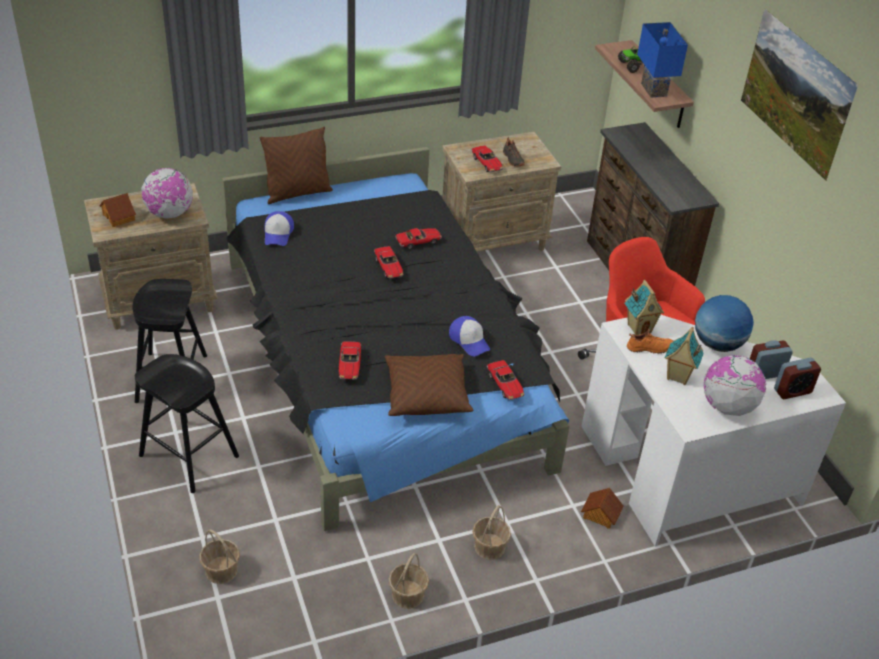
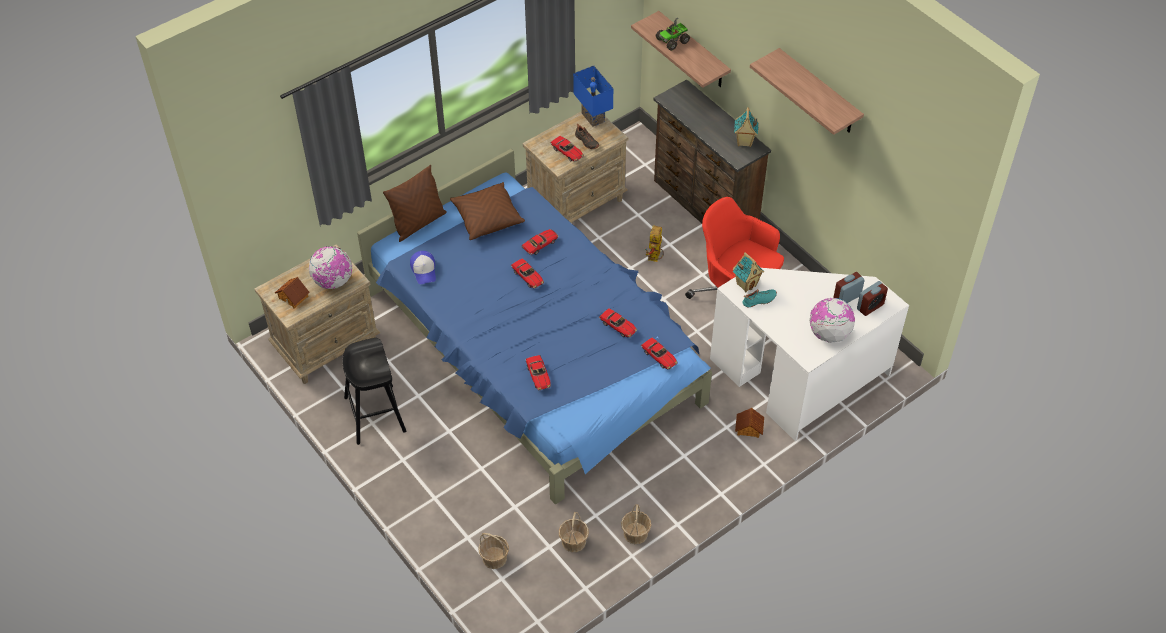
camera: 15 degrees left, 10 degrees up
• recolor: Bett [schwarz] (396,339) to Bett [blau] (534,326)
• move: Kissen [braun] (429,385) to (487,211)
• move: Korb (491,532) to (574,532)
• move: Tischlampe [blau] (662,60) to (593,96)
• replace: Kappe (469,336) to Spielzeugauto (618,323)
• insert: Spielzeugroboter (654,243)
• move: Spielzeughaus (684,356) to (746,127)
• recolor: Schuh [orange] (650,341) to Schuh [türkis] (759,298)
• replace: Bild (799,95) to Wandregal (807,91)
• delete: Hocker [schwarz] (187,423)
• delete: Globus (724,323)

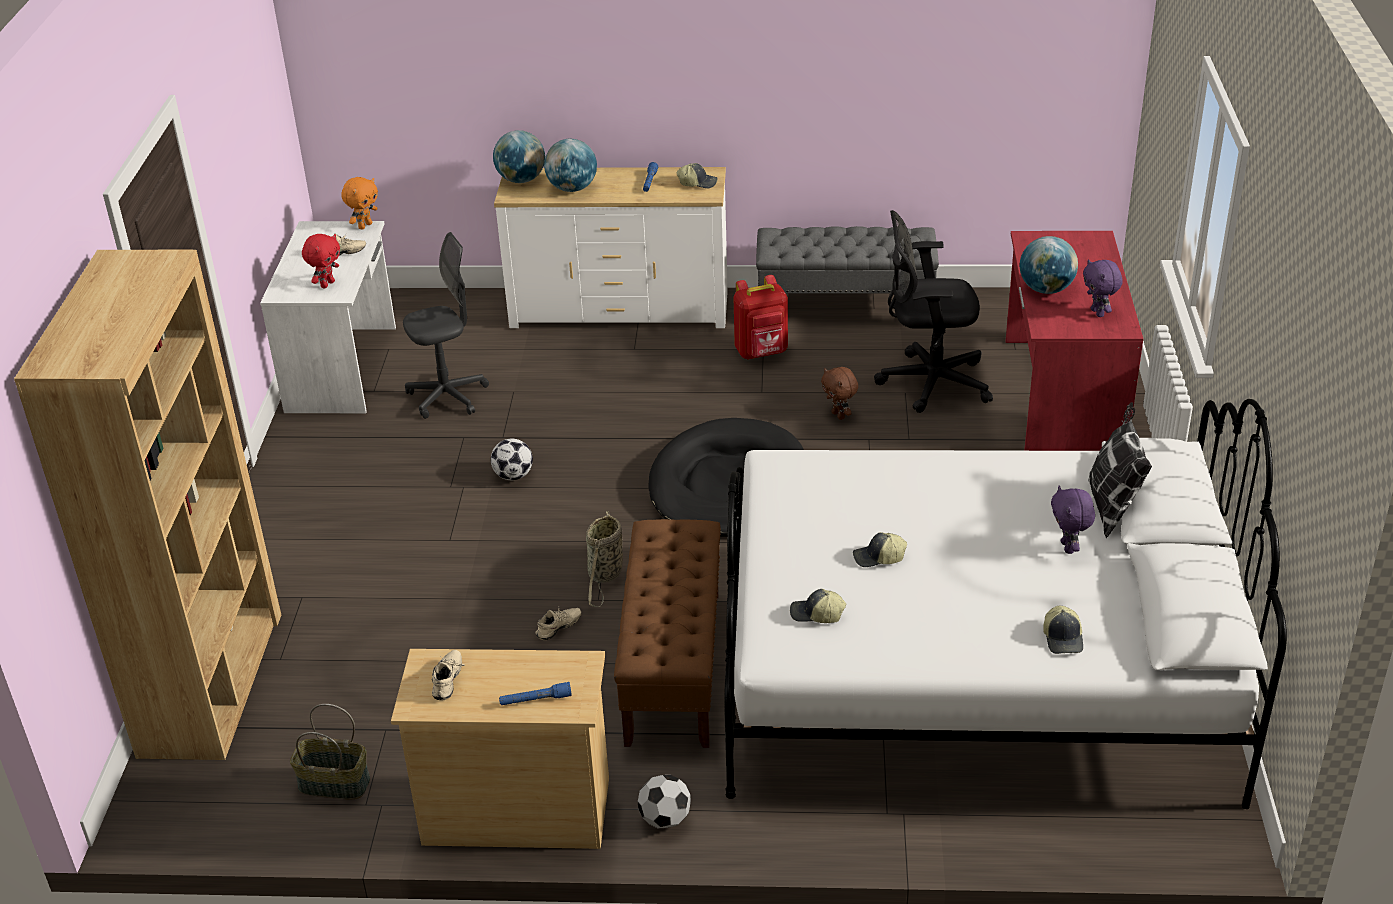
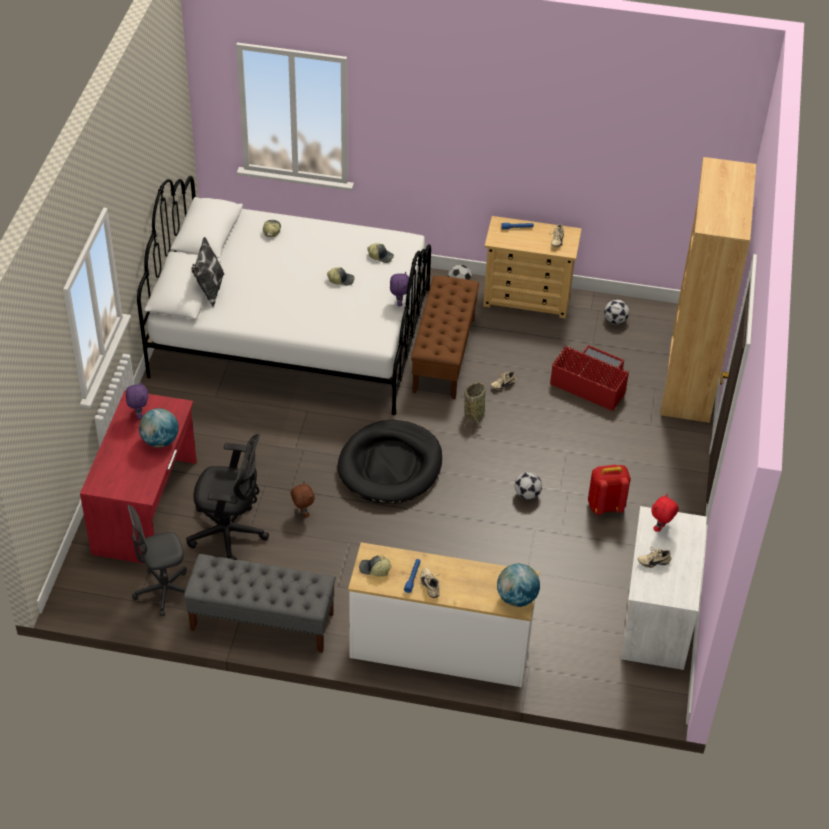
camera: 175 degrees left, 10 degrees up
• move: Bürostuhl [grau] (446,325) to (157,560)
• move: Plüschtier [lila] (1073,520) to (399,288)
• insert: Schuh [beige] (430,583)
• insert: Aufbewahrungsbox [rot] (589,378)
• move: Rucksack [rot] (761,317) to (609,489)
• replace: Korb (330,752) to Fußball (616,312)
• delete: Plüschtier [orange] (359,203)
• delete: Globus (570,165)

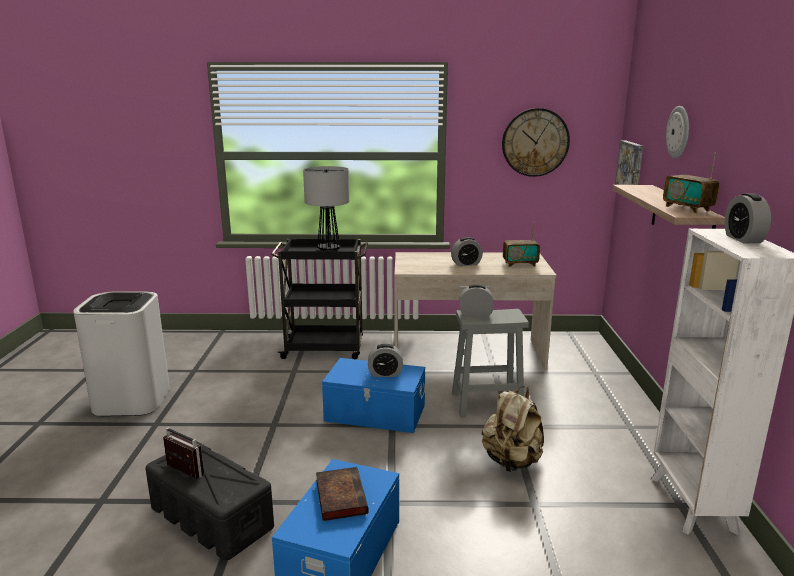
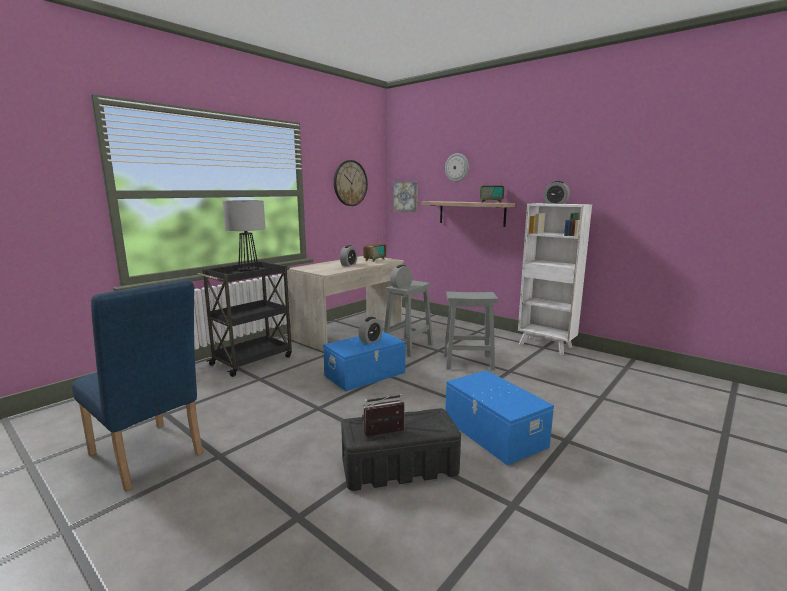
camera: 50 degrees left, 5 degrees down
• replace: Mülleimer [weiß] (121,353) to Stuhl [blau] (137,385)
• replace: Rucksack [beige] (513,429) to Hocker [grau] (471,331)
• delete: Buch (342,494)

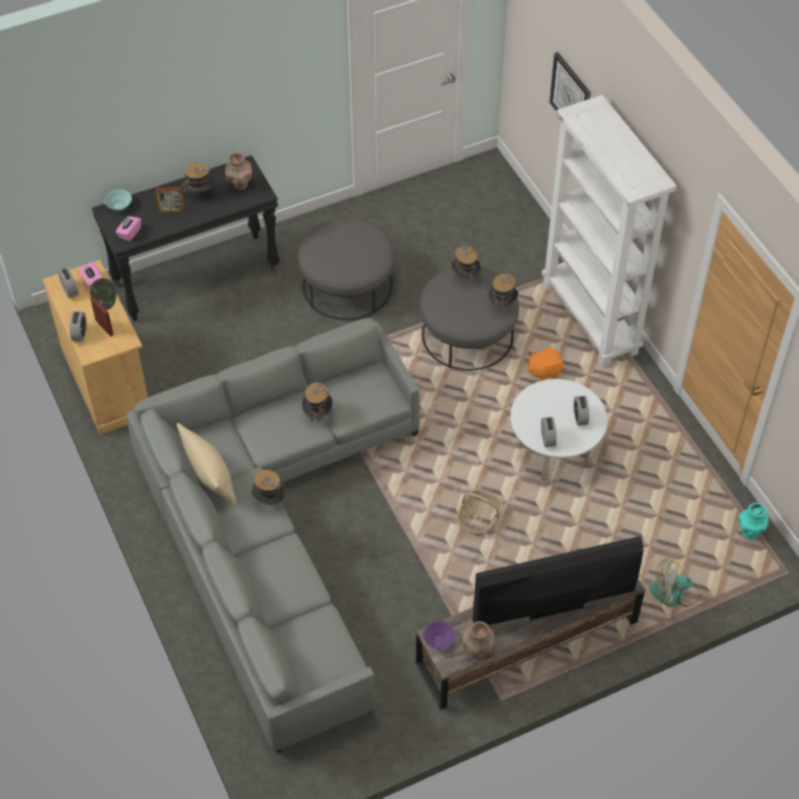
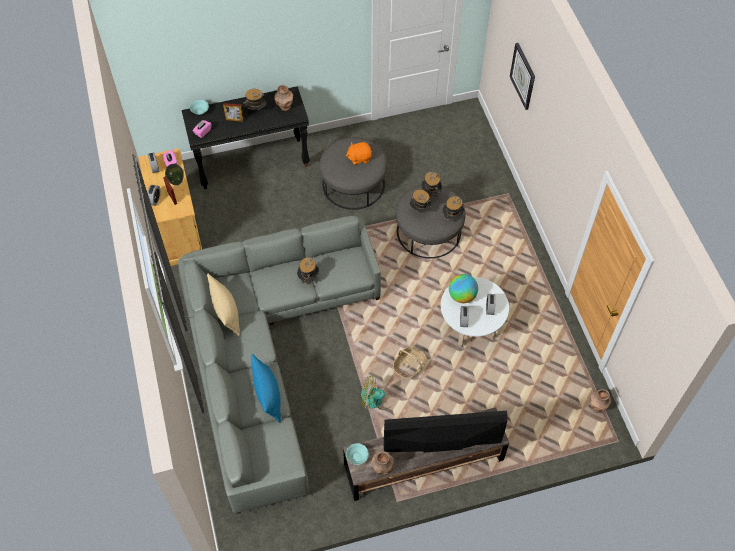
camera: 10 degrees right, 5 degrees up
• insert: Kissen [blau] (266,388)
• move: Plüschtier [orange] (545,364) to (359,153)
• recolor: Schüssel [lila] (439,635) to Schüssel [türkis] (357,454)
• move: Ventilator (675,582) to (377,392)
• move: Hut (268,487) to (420,201)
• insert: Globus (463,288)
• recolor: Vase [türkis] (754,521) to Vase [braun] (600,401)
• delete: Bücherregal [weiß] (609,231)

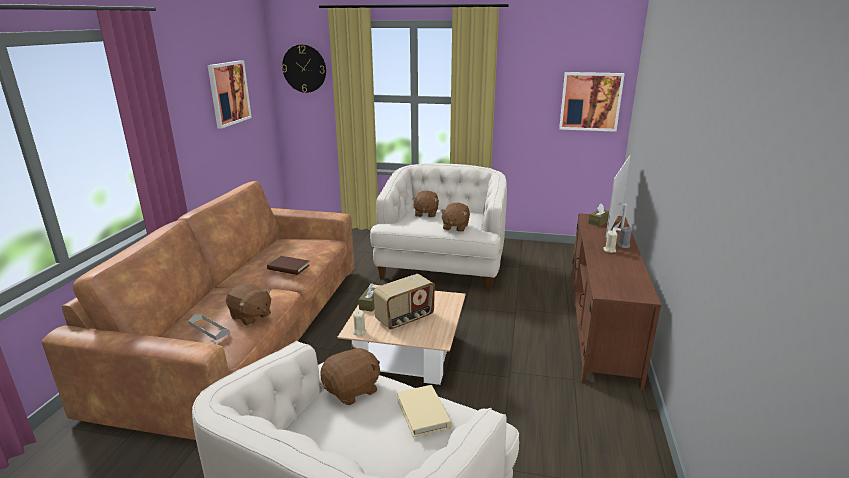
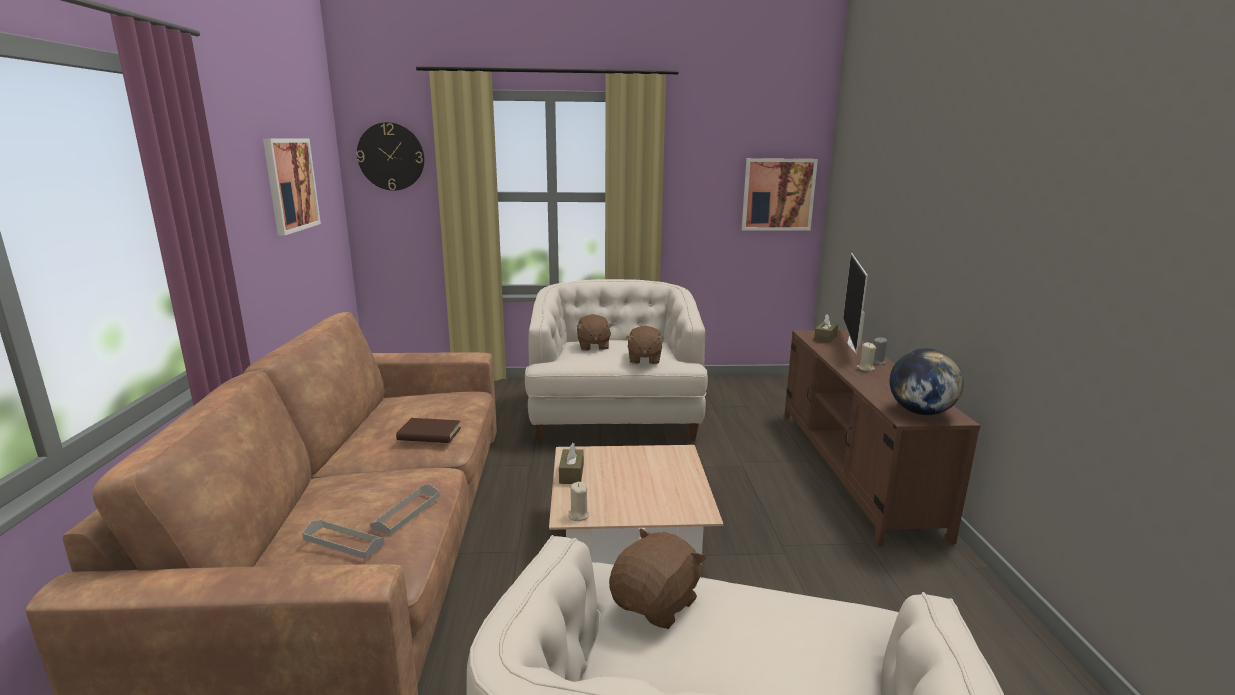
camera: 15 degrees left, 5 degrees down
• replace: Plüschtier [braun] (248,305) to Tablett [grau] (405,510)
• insert: Globus (927,381)
• delete: Radio (404,302)
• delete: Buch [beige] (424,411)

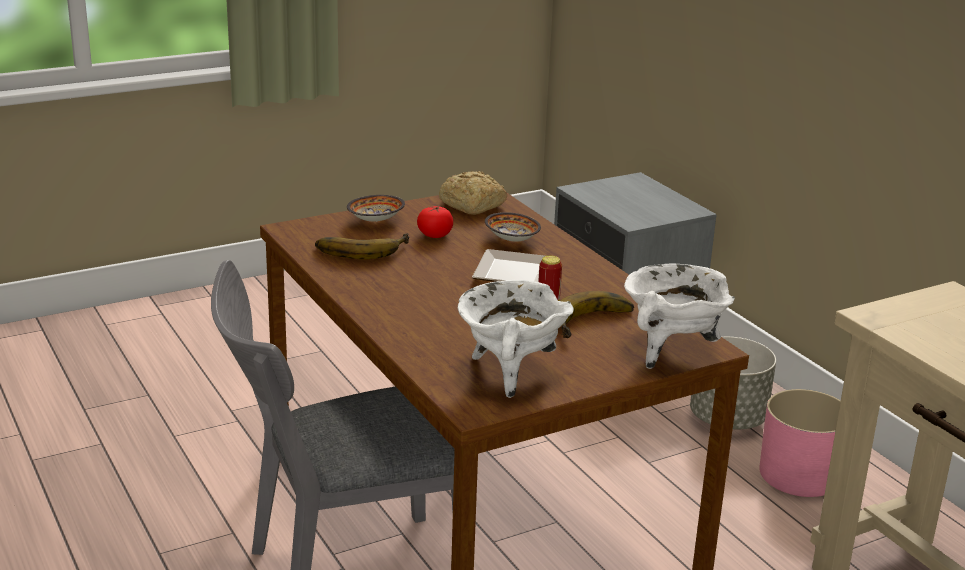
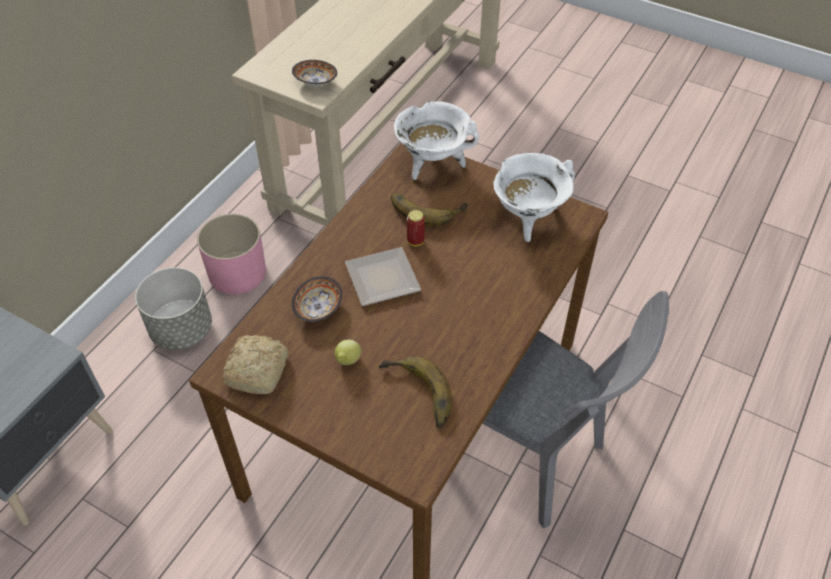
camera: 120 degrees left, 25 degrees up
• move: Schüssel (376,208) to (314,73)
• replace: Tomate (435,222) to Zitrone (348,352)

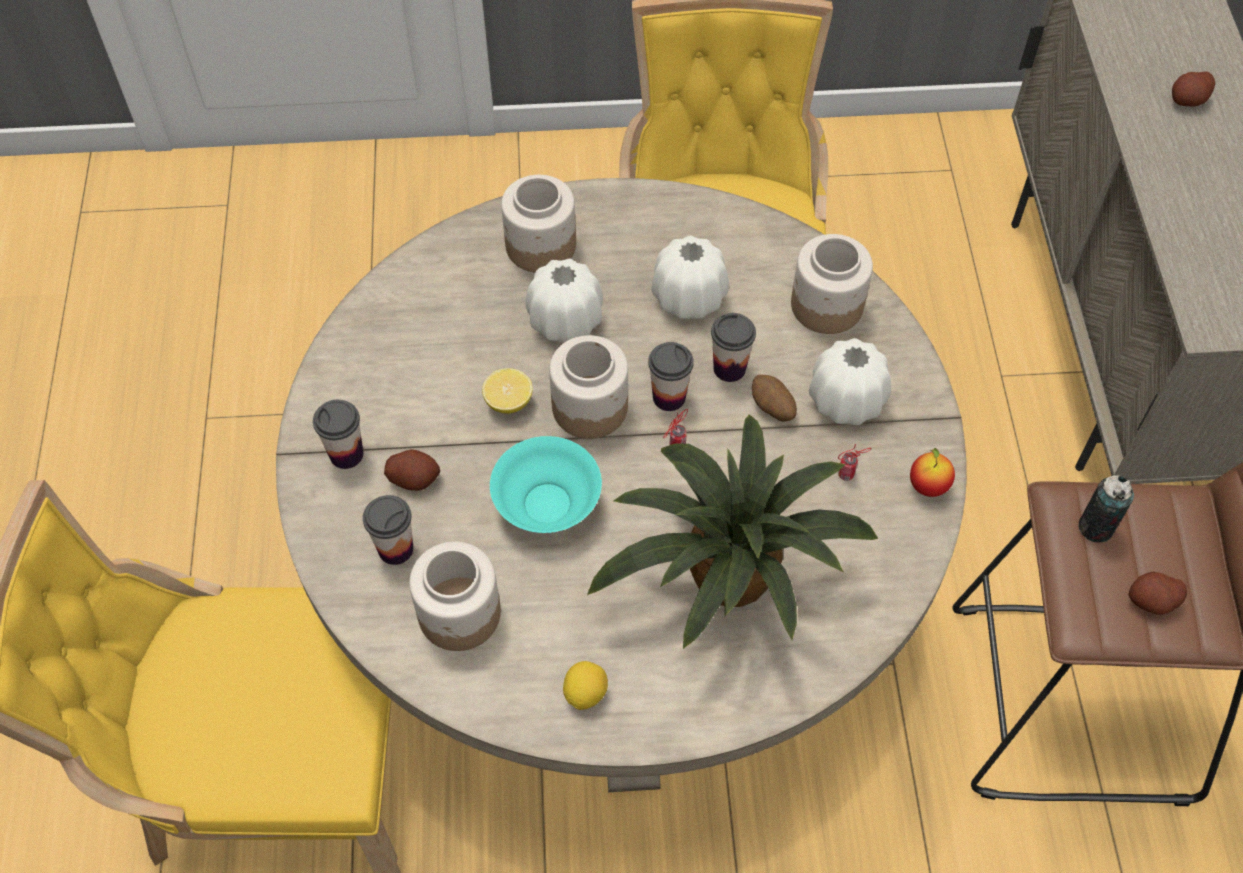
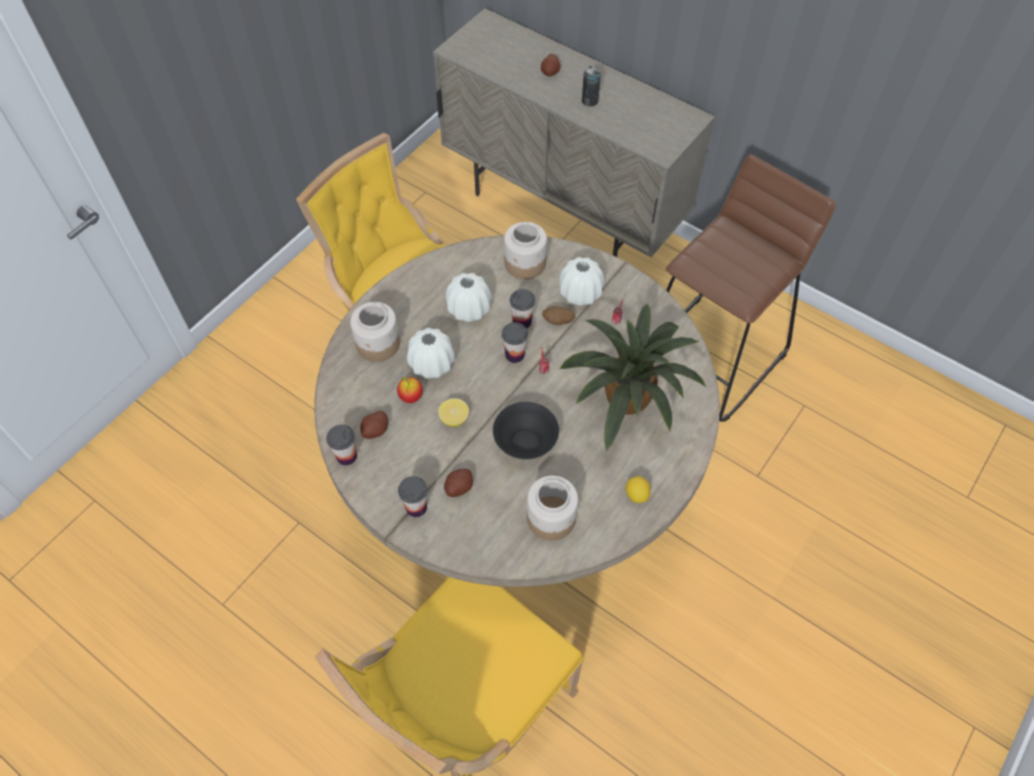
camera: 50 degrees left, 0 degrees up
• move: Tasse (388,530) to (341,445)
• move: Kartoffel (1158,593) to (374,425)
• move: Apfel (932,472) to (410,390)
• recolor: Schüssel [türkis] (546,484) to Schüssel [schwarz] (526,430)
• move: Dose (1106,509) to (591,86)
• delete: Vorratsglas (588,387)

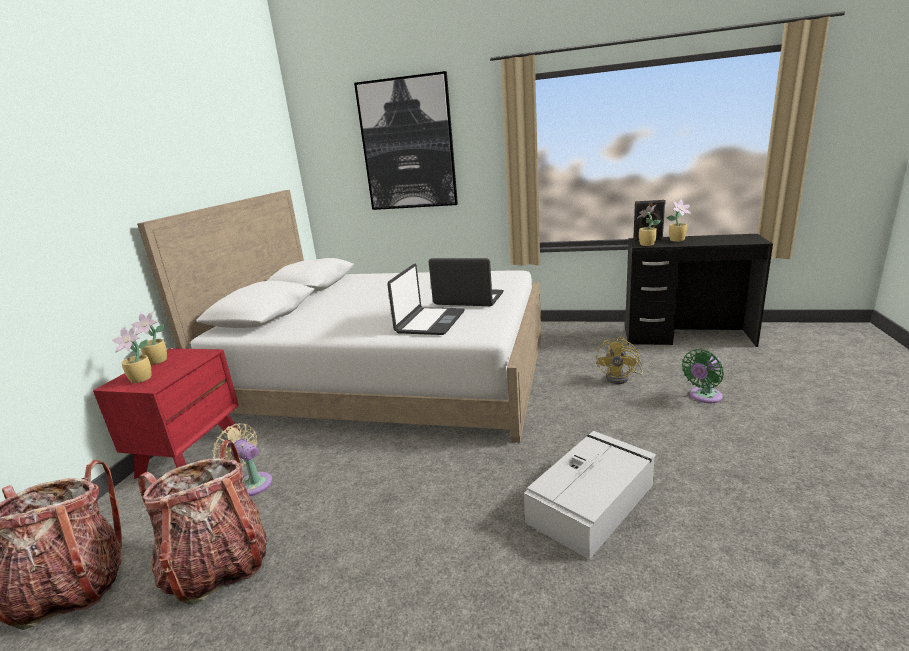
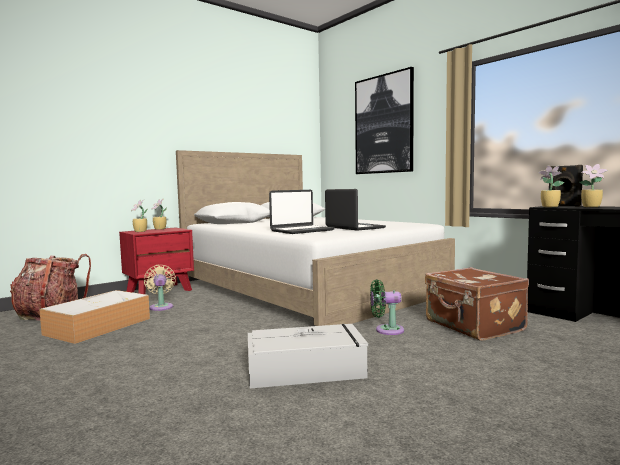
camera: 35 degrees right, 15 degrees down
• replace: Rucksack (203,522) to Aufbewahrungsbox (94,317)
• move: Ventilator [grün] (703,376) to (387,307)
• replace: Ventilator [gelb] (619,360) to Koffer [braun] (477,304)

